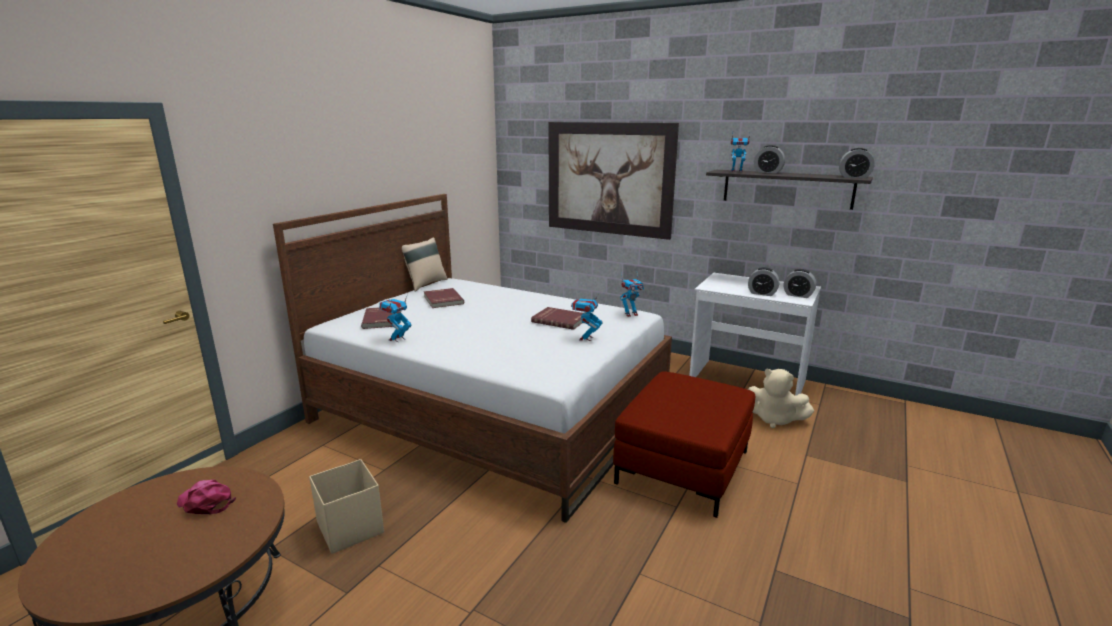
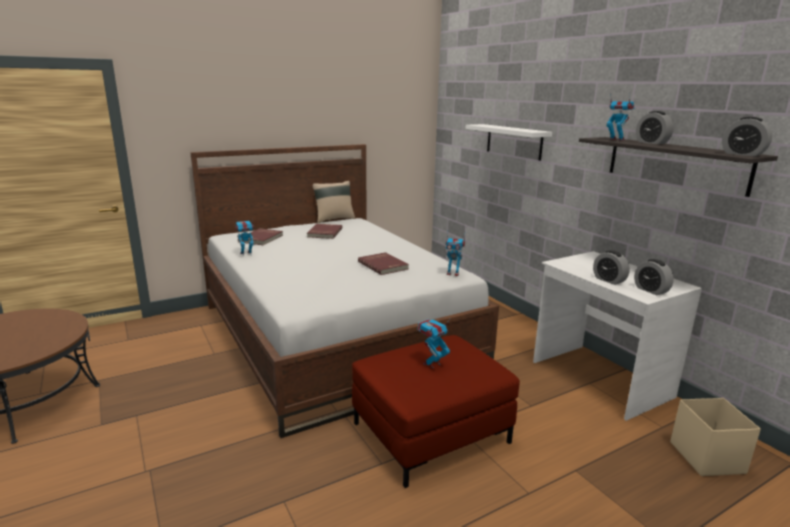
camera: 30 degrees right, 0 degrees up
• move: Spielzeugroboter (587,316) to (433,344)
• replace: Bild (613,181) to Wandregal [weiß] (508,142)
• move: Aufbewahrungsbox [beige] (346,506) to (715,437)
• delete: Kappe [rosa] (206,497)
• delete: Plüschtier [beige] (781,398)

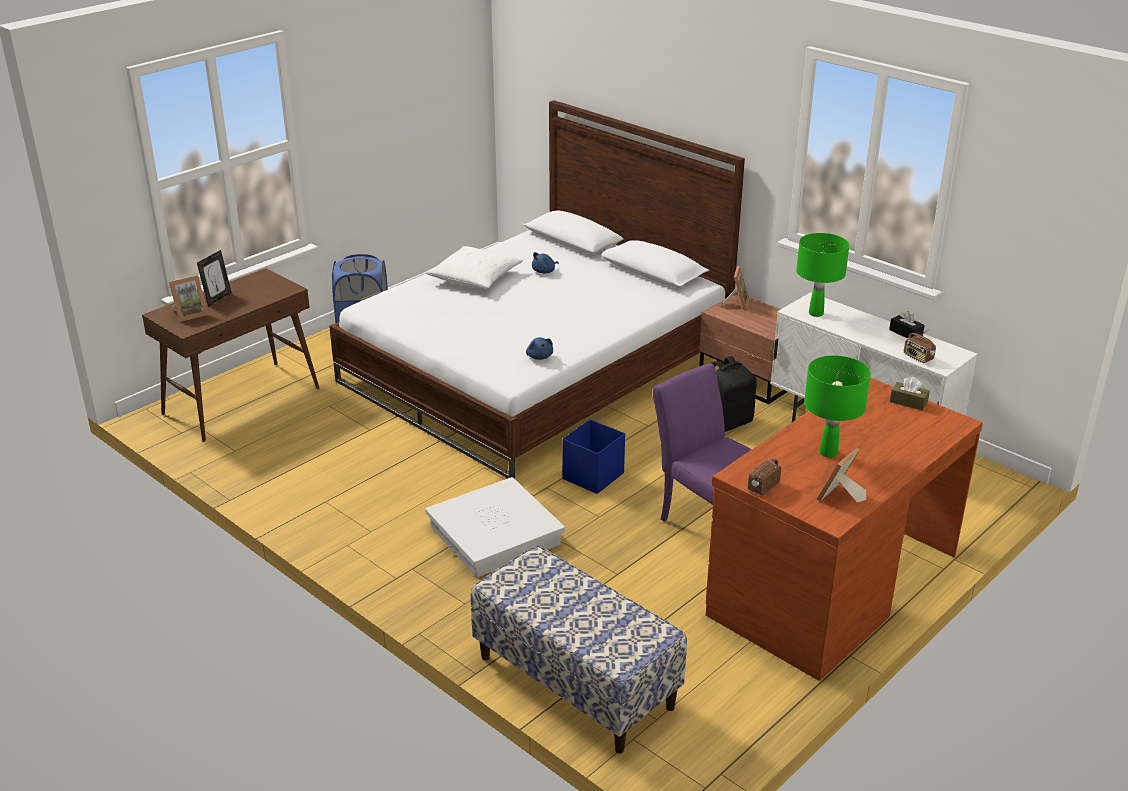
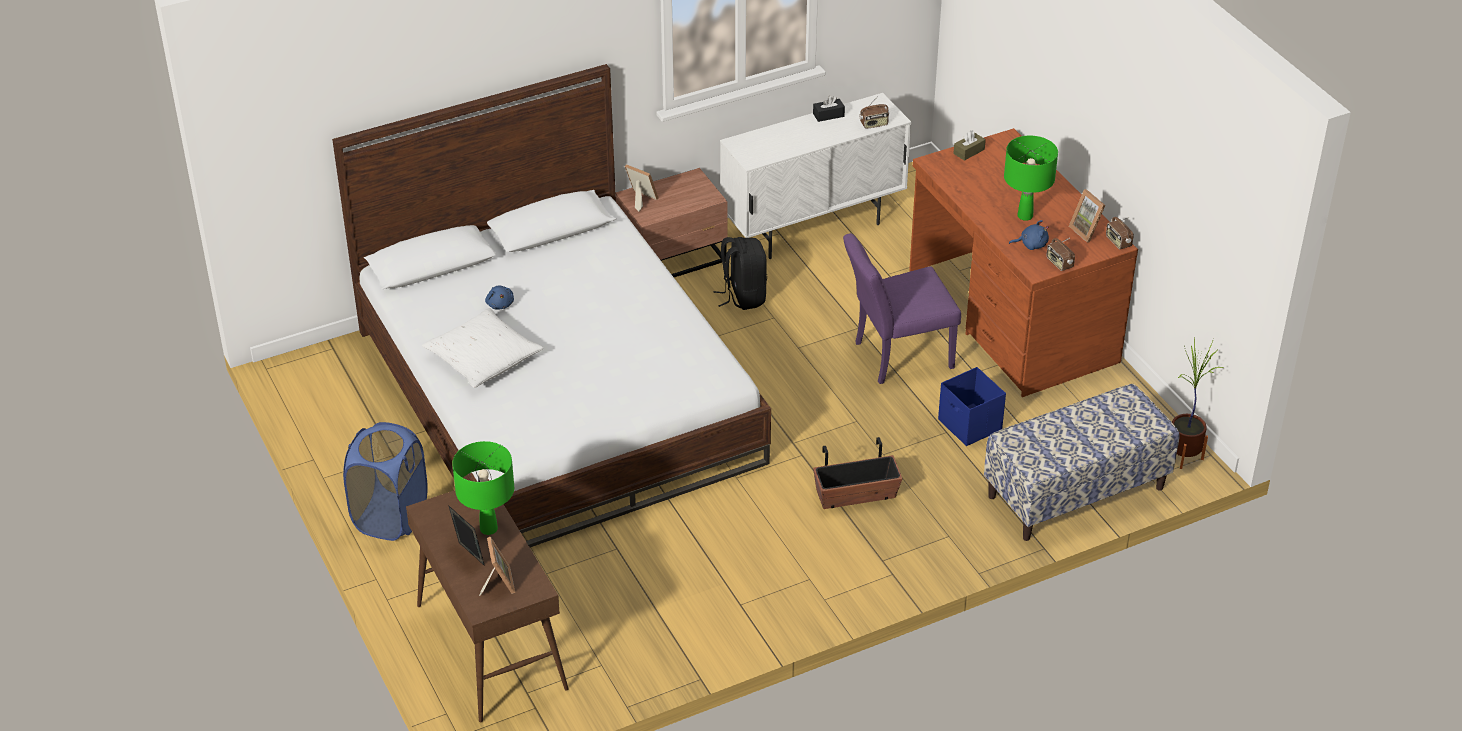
camera: 70 degrees left, 10 degrees up
• move: Tischlampe [grün] (822,275) to (483,488)
• replace: Aufbewahrungsbox [weiß] (495,527) to Pflanzkübel (858,473)
• move: Aufbewahrungsbox [blau] (593,456) to (972,406)
• move: Plüschtier [blau] (539,348) to (1029,235)
• insert: Radio (1120,233)
• insert: Topfpflanze (1197,403)

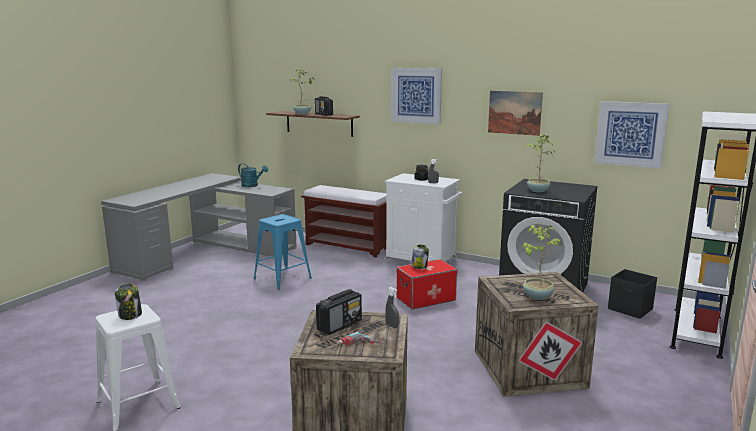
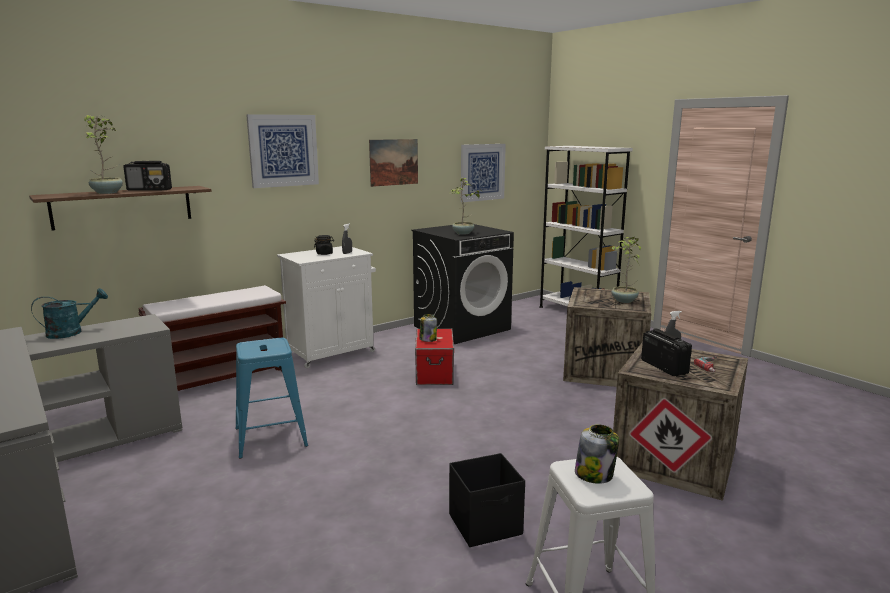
camera: 65 degrees left, 0 degrees up
• move: Aufbewahrungsbox [schwarz] (632,294) to (487,500)

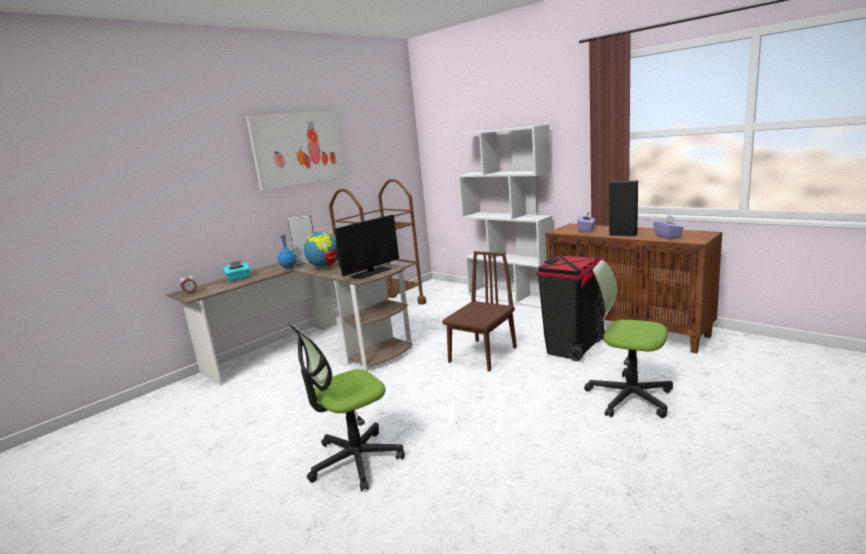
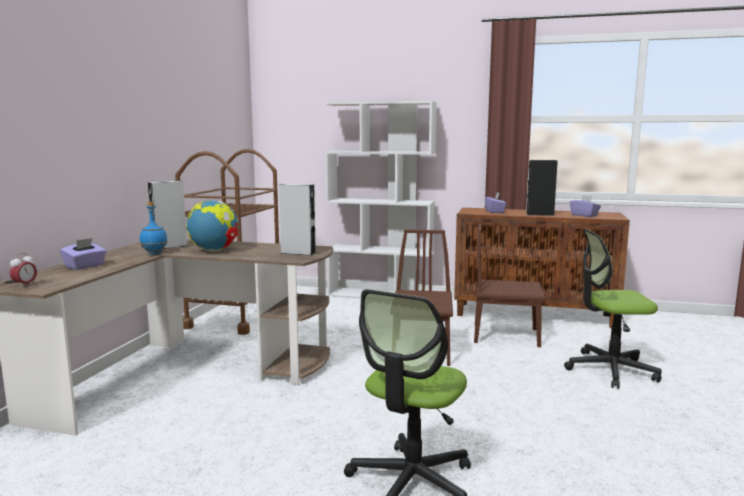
camera: 30 degrees left, 5 degrees down
• recolor: Taschentuchbox [türkis] (236,271) to Taschentuchbox [lila] (83,254)
• replace: Monitor (367,247) to Lautsprecher [grau] (297,220)
• replace: Mülleimer [schwarz] (571,308) to Stuhl [braun] (510,285)
• delete: Bild (296,151)

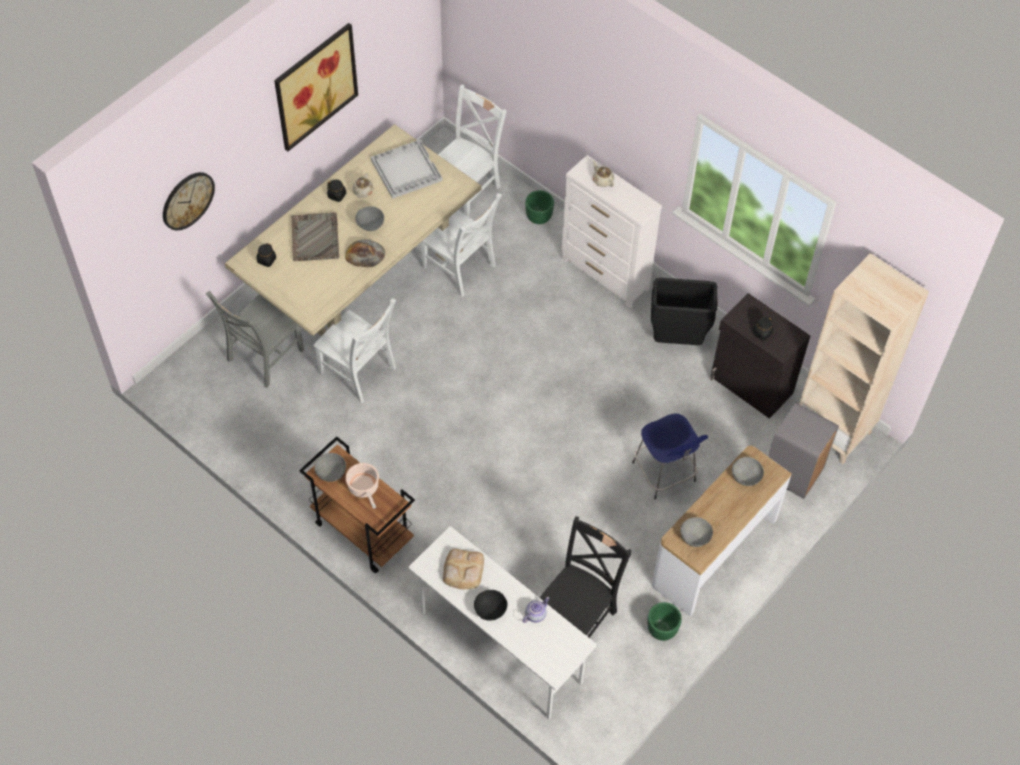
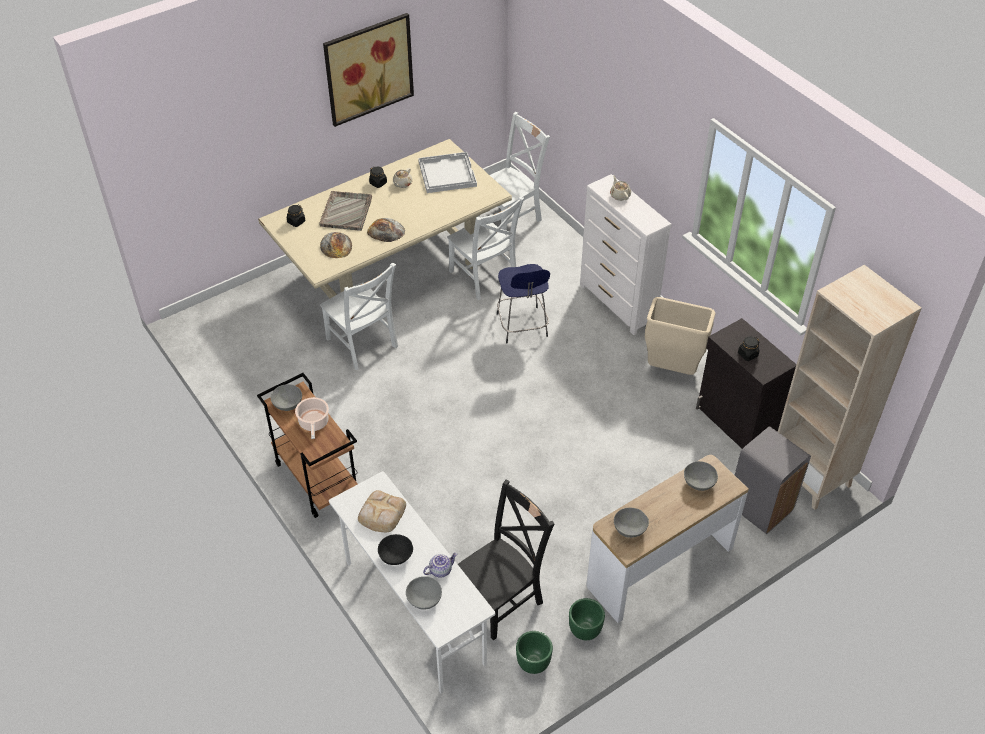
camera: 15 degrees right, 10 degrees down
• insert: Brot (336,245)
• move: Schüssel [grau] (369,218) to (424,593)
• move: Hocker [blau] (670,457) to (523,303)
• move: Pflanzkübel [grün] (539,207) to (534,652)
• recolor: Mülleimer [schwarz] (684,311) to Mülleimer [beige] (680,336)
• delete: Wanduhr (189,201)
• delete: Stuhl [grau] (254,339)

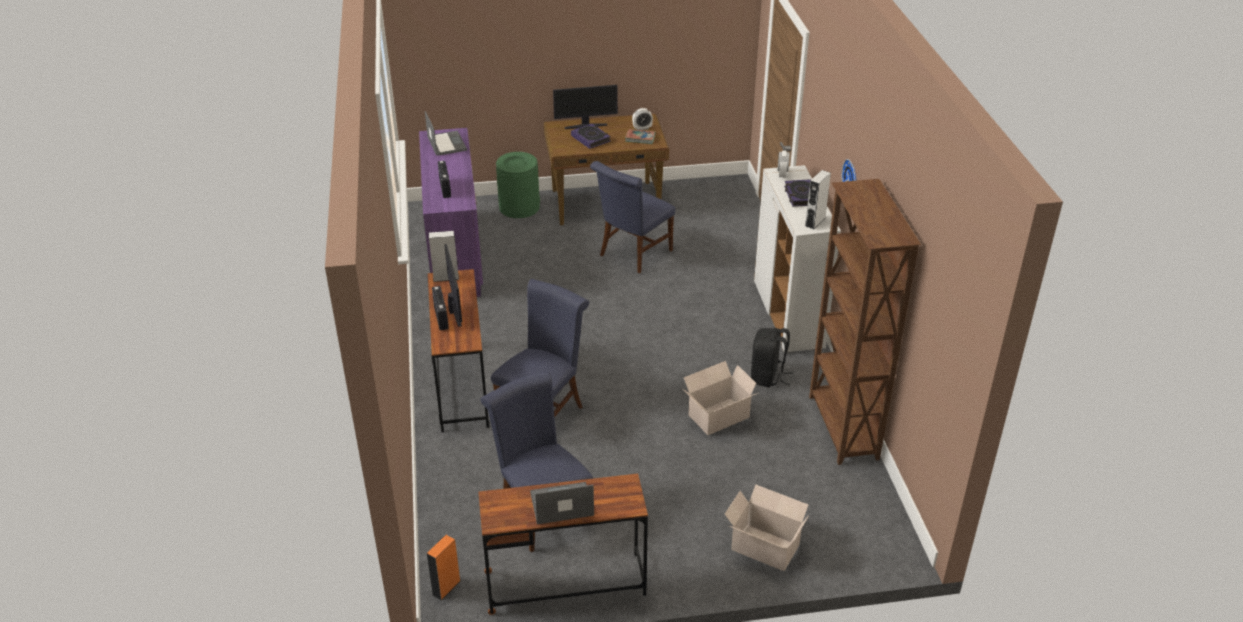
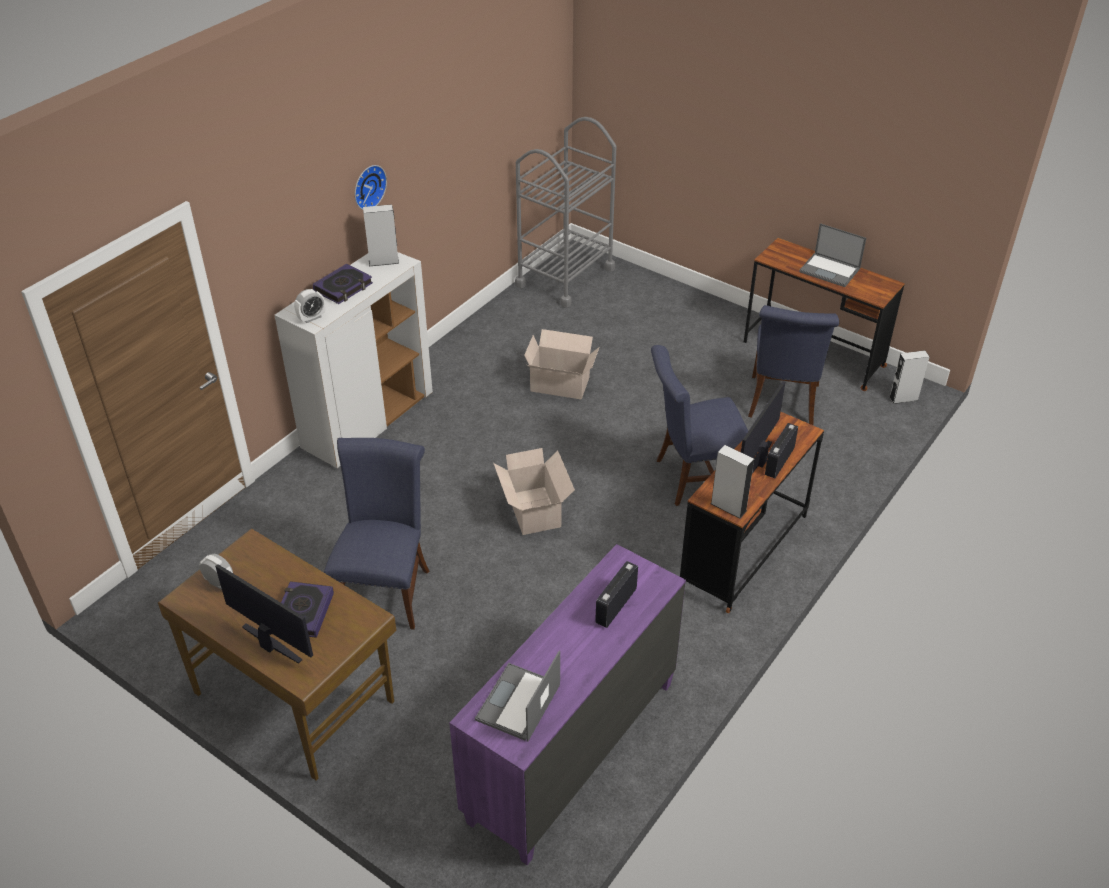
camera: 135 degrees left, 5 degrees up
• rotate: Stuhl [blau] (633,217) = (376,534) 75 degrees counterclockwise
• move: Karton (767,527) to (534,491)
• insert: Rollwagen [grau] (565,212)
• recolor: Lautsprecher [orange] (443,568) to Lautsprecher [grau] (909,377)
• delete: Mülleimer [grün] (518,185)
• delete: Buch (640,136)
• delete: Rucksack [schwarz] (772,357)
• delete: Bücherregal [braun] (865,322)

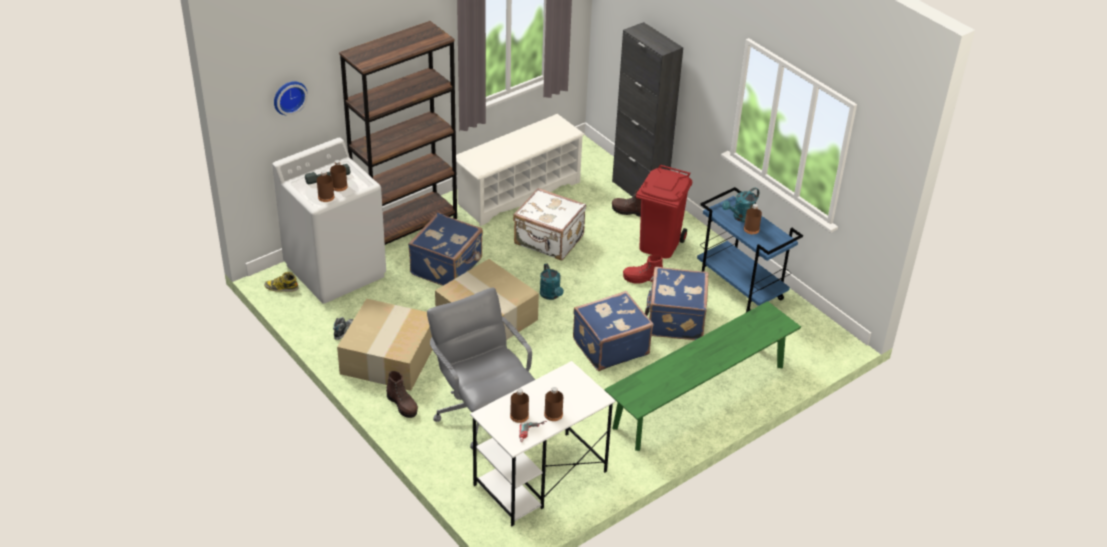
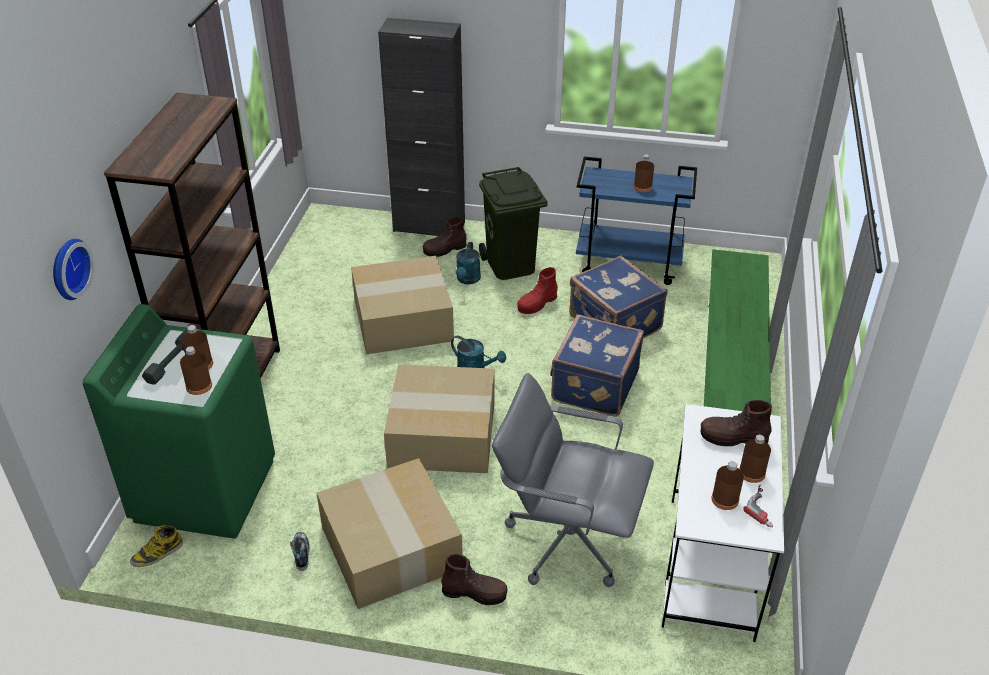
camera: 40 degrees left, 0 degrees up
• recolor: Waschmaschine [weiß] (329,221) to Waschmaschine [grün] (179,421)
• replace: Koffer [weiß] (549,224) to Karton (402,305)
• move: Gießkanne [türkis] (740,205) to (468,263)
• recolor: Mülleimer [rot] (664,211) to Mülleimer [grün] (513,223)
• insert: Stiefel [braun] (736,423)
• delete: Koffer [blau] (445,249)
• delete: Schuhregal [weiß] (520,170)

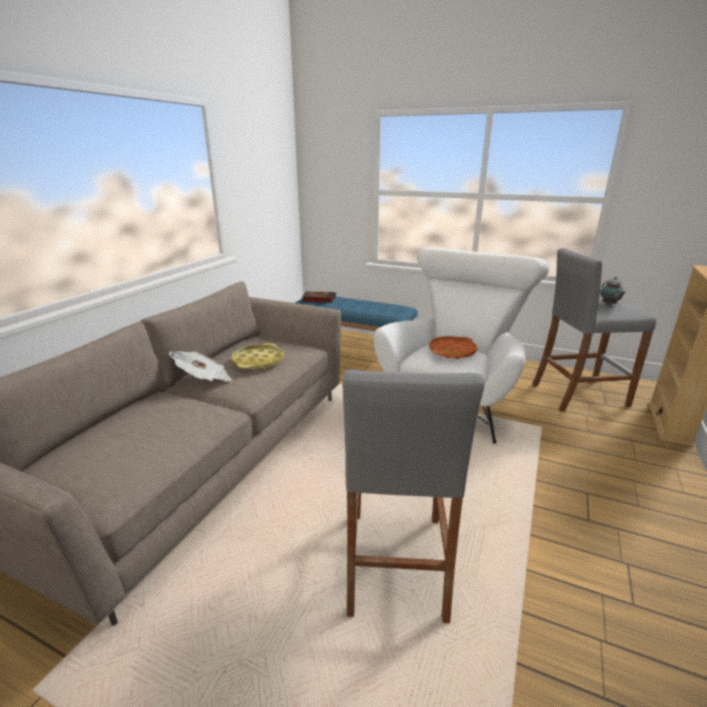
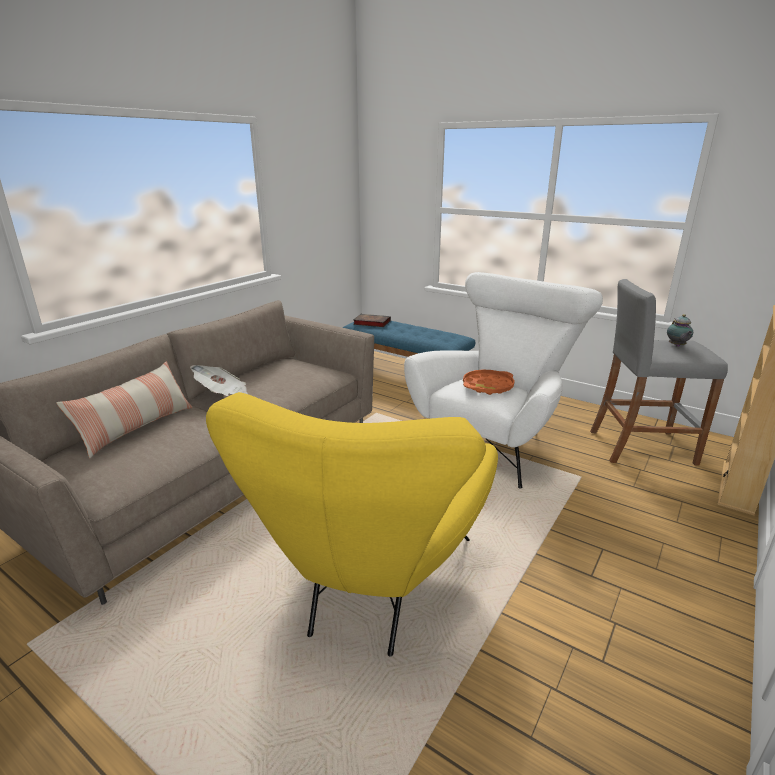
camera: 10 degrees right, 0 degrees up
• insert: Kissen (124,409)
• replace: Hocker [grau] (413,496) to Sessel [gelb] (352,524)
• delete: Tablett [gelb] (257,356)

